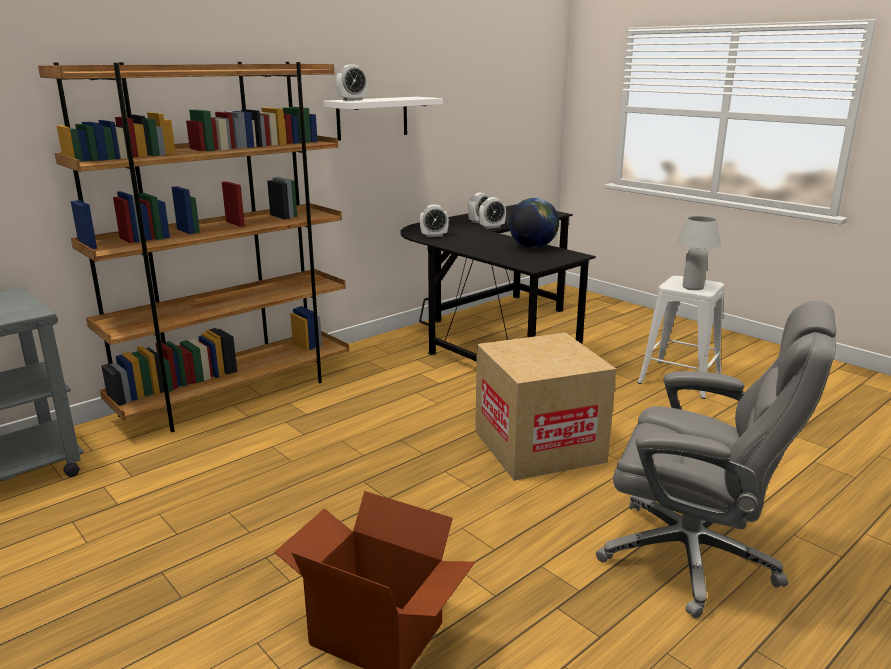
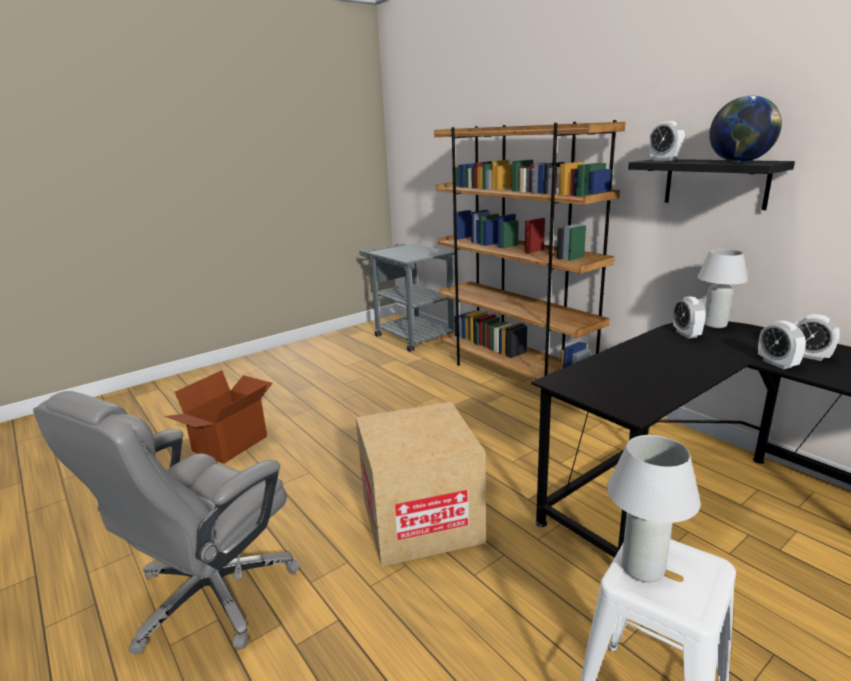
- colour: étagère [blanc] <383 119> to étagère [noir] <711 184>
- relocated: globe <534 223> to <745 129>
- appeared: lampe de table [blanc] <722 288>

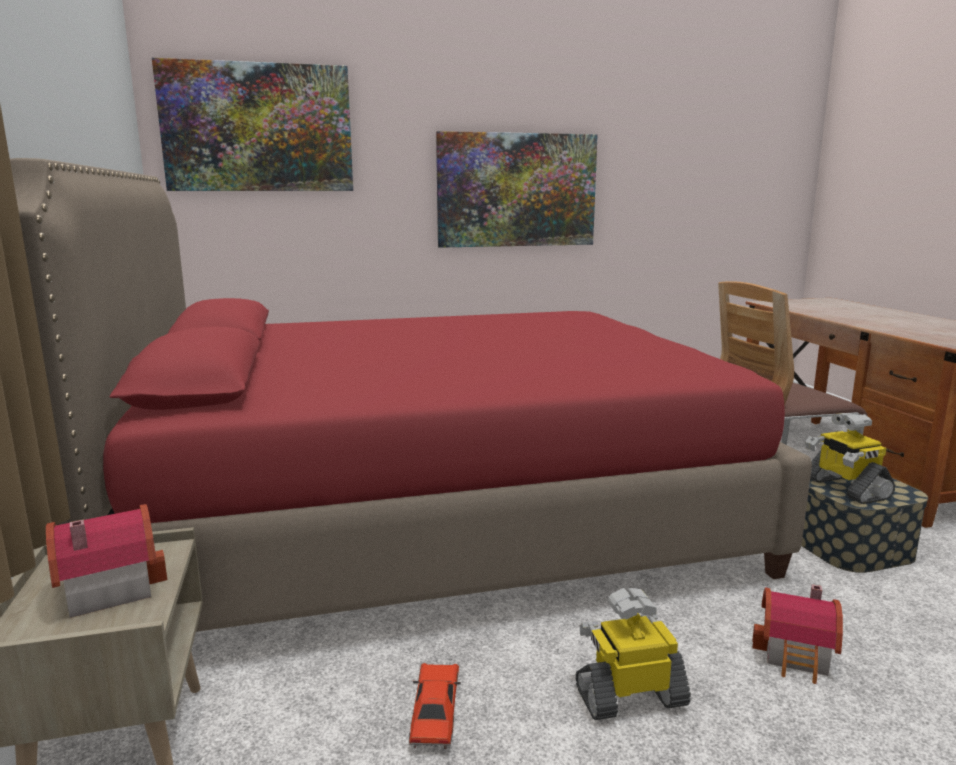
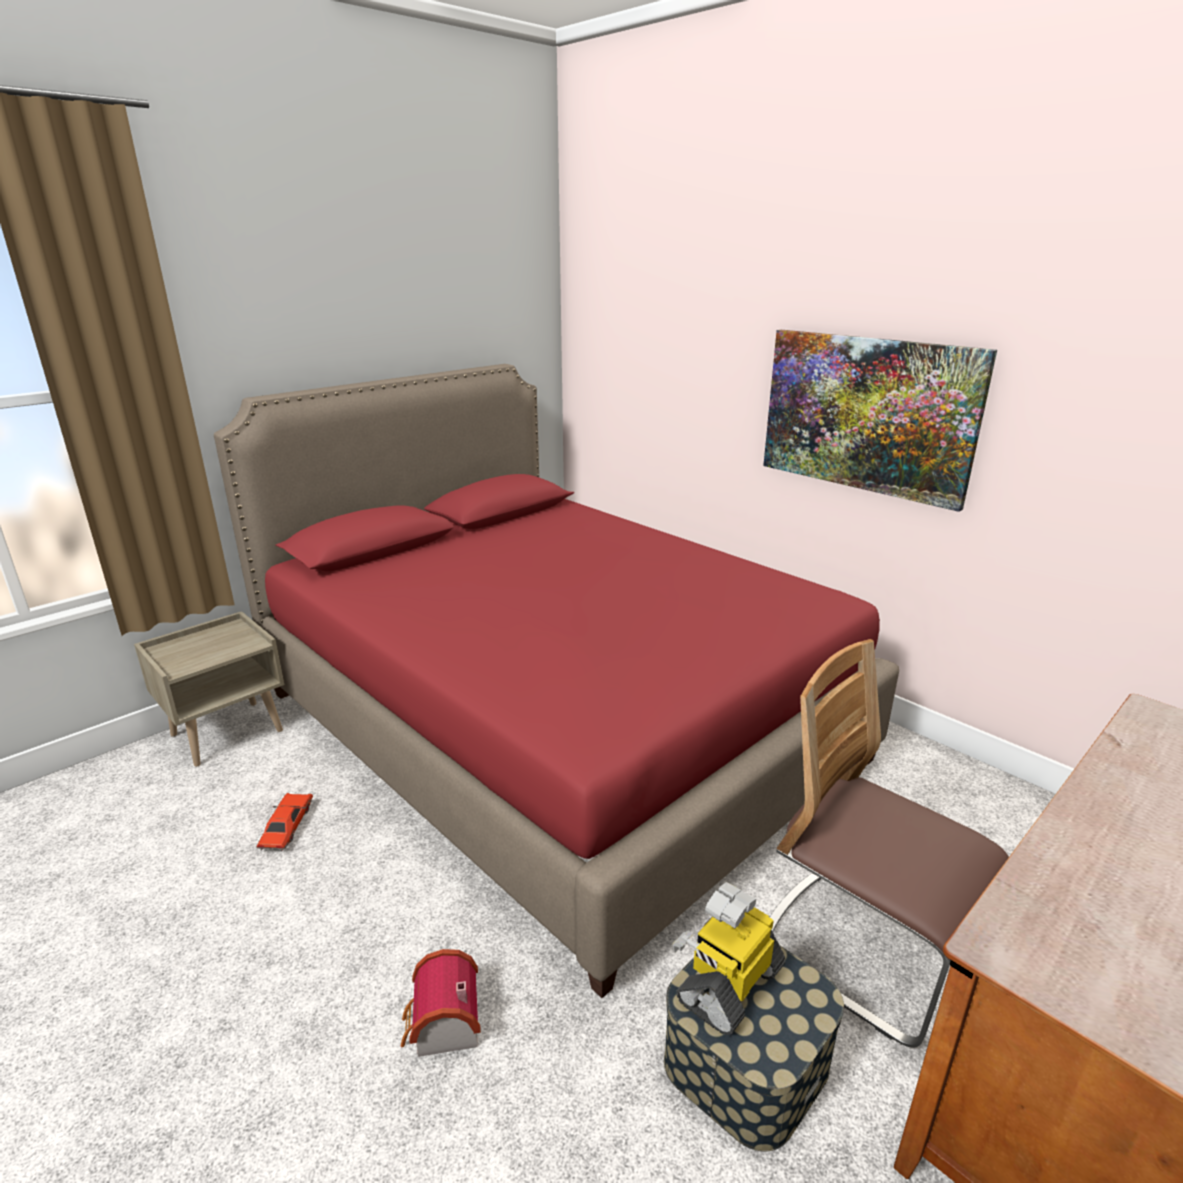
- missing: tableau <252 124>
- missing: maison miniature <106 561>
- missing: robot jouet <633 654>
- spun: petite voiture [rouge] <435 706> = <285 822> 60 degrees counterclockwise

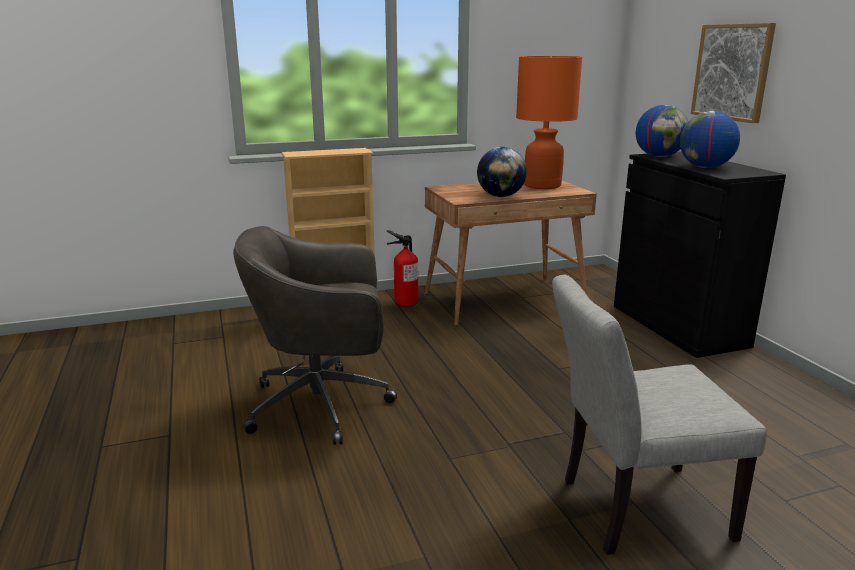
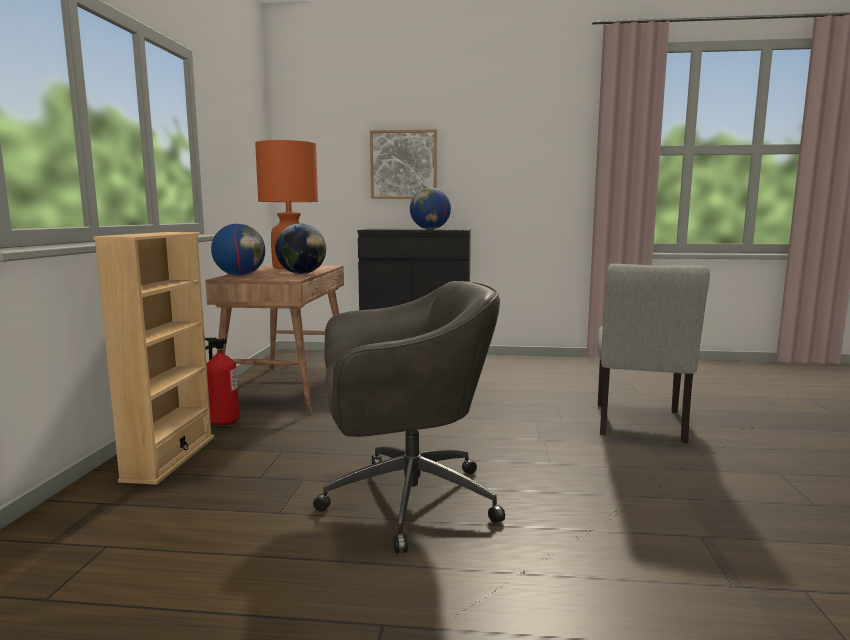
- relocated: globe <662 131> to <238 250>
- spun: chaise de bureau [gris] <315 335> = <409 417> 120 degrees counterclockwise

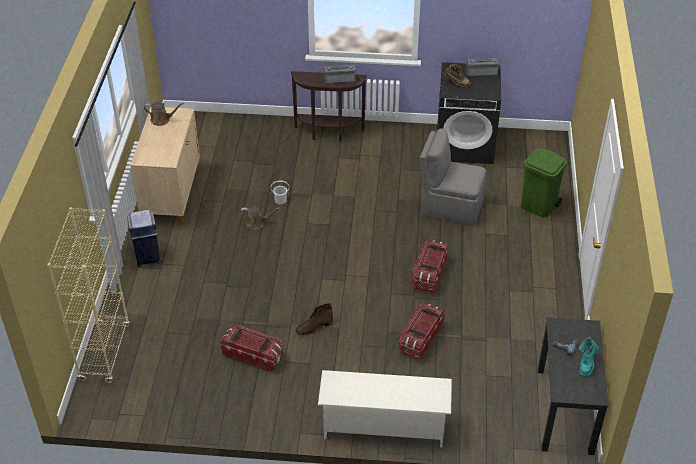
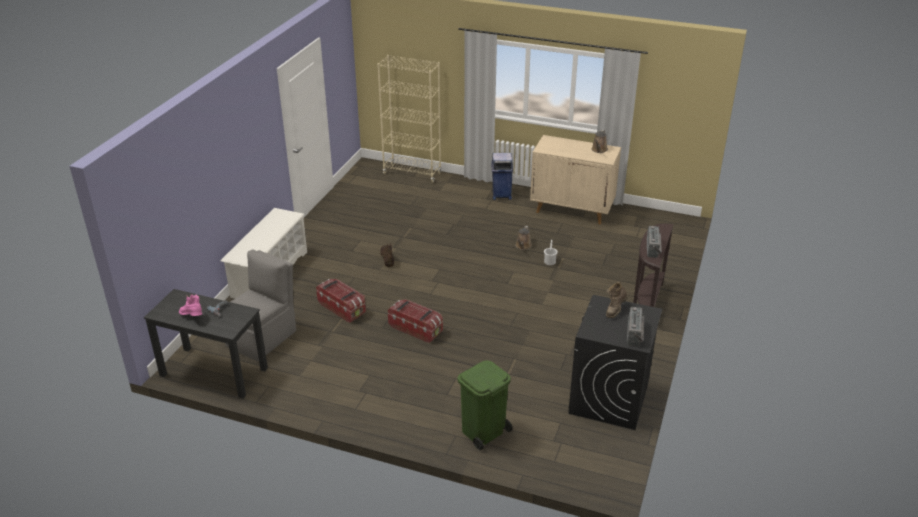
- relocated: chaise [gris] <453 177> to <260 305>
- missing: boîte de rangement <252 348>
- colour: botte [turquoise] <589 356> to botte [rose] <190 305>

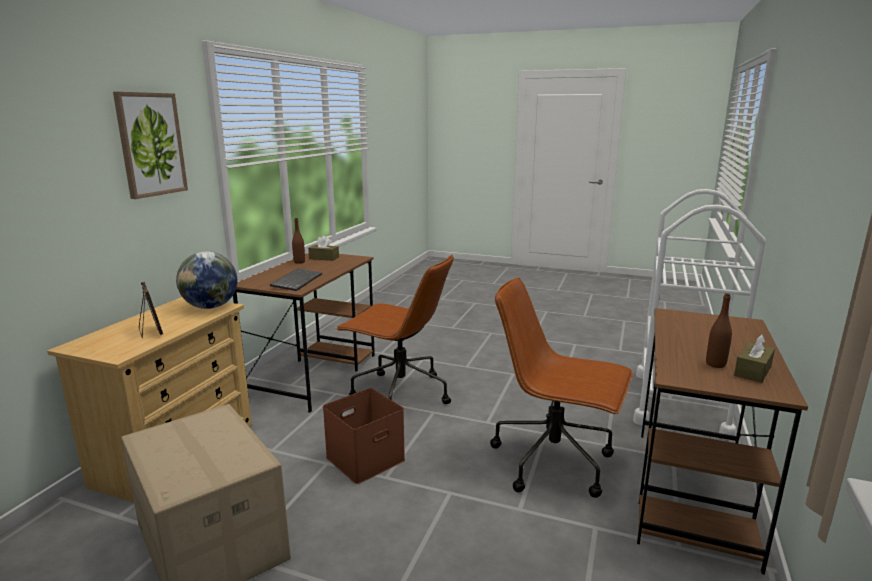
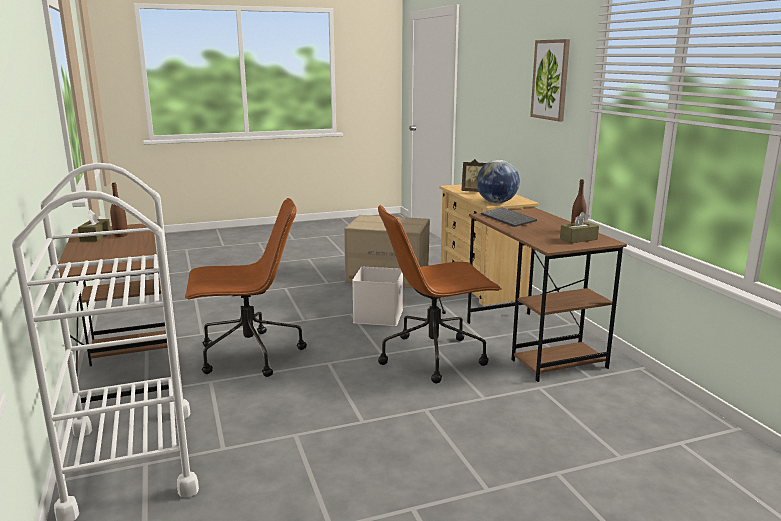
- colour: boîte de rangement [marron] <364 436> to boîte de rangement [blanc] <377 296>

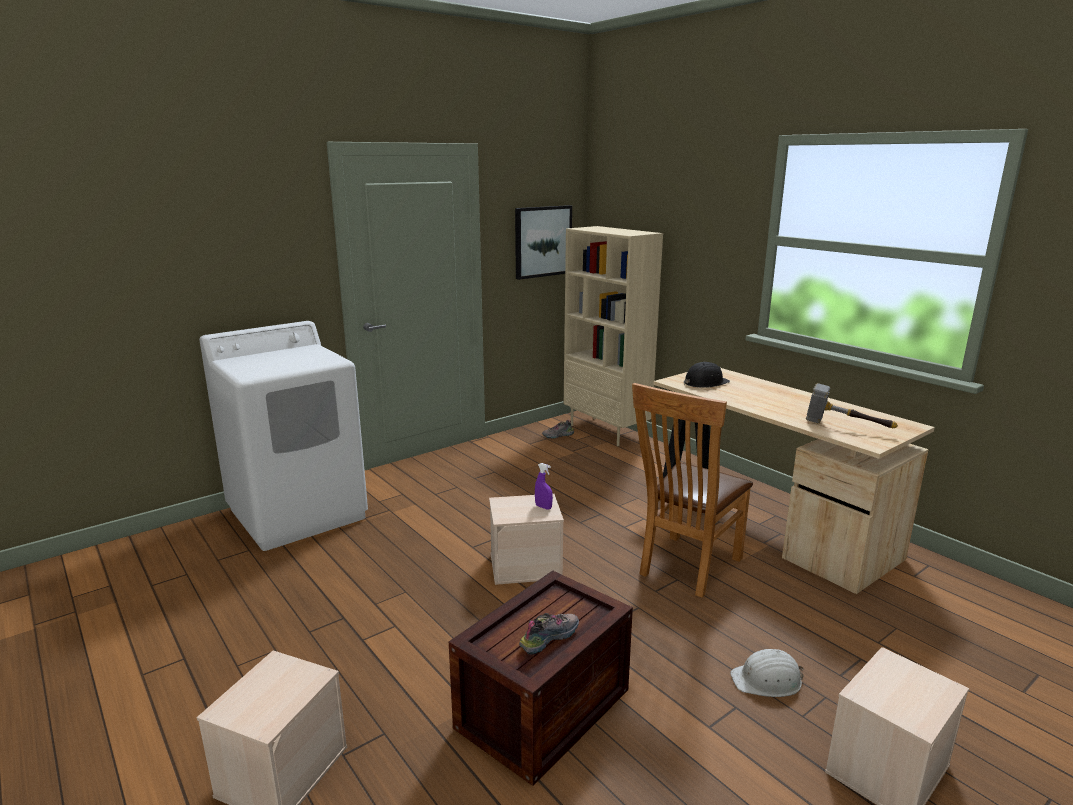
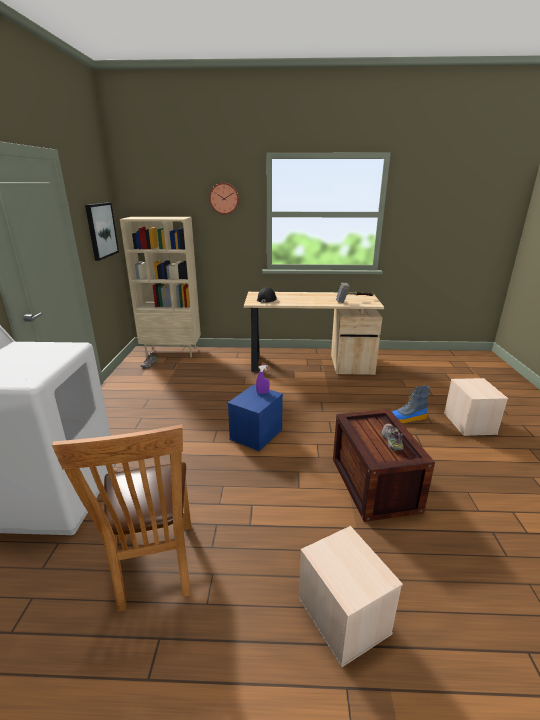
- relocated: chaise [marron] <692 490> to <121 518>
- colour: boîte de rangement [beige] <526 539> to boîte de rangement [bleu] <255 418>
- exchanged: casque de chantier [blanc] <767 673> to botte <411 405>
- appeared: horloge murale <224 199>

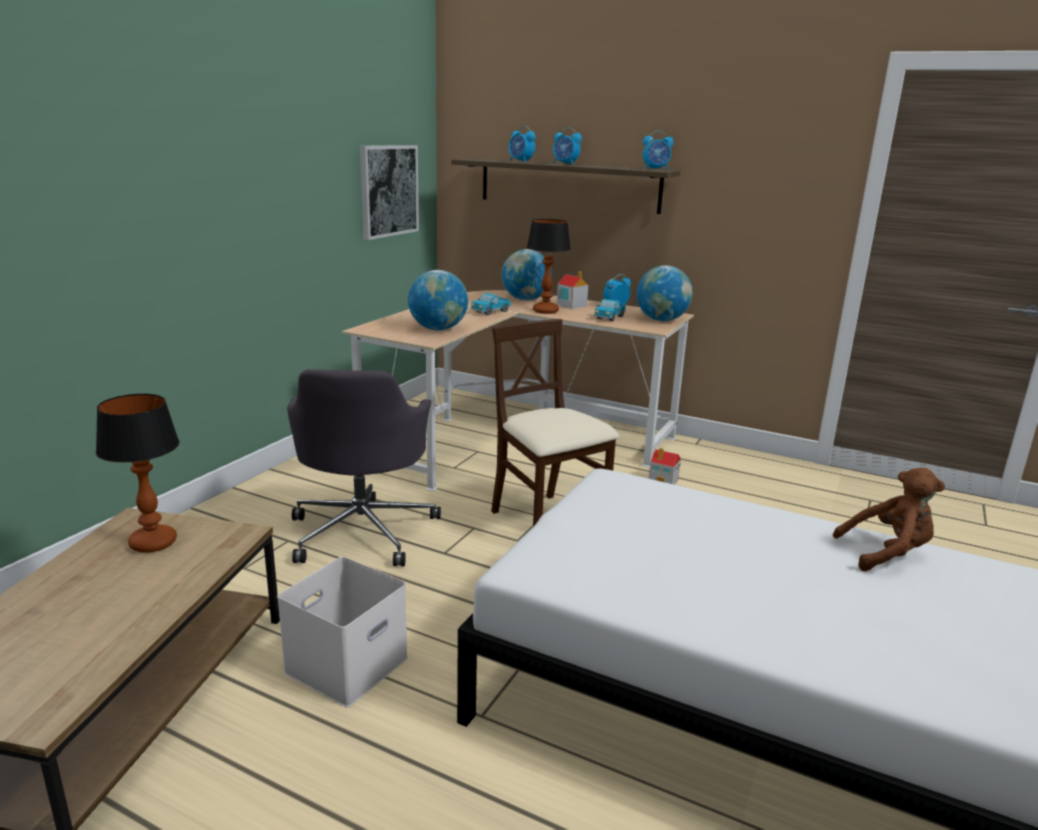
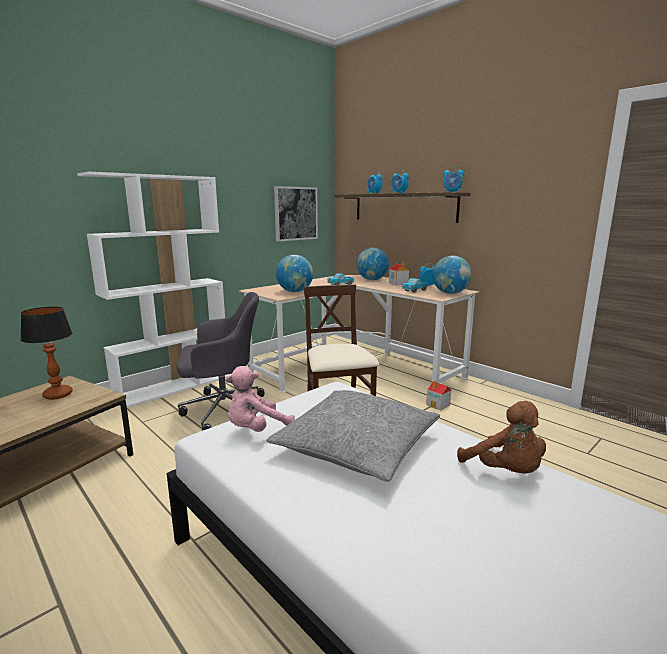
- missing: lampe de table <549 266>
- spun: chaise de bureau [gris] <364 467> = <221 361> 120 degrees counterclockwise
- spun: peluche [marron] <889 519> = <501 437> 45 degrees clockwise
- missing: boîte de rangement [blanc] <342 632>
- appeared: bibliothèque [blanc] <153 290>
- appeared: peluche [rose] <260 399>
- appeared: coussin [gris] <353 436>

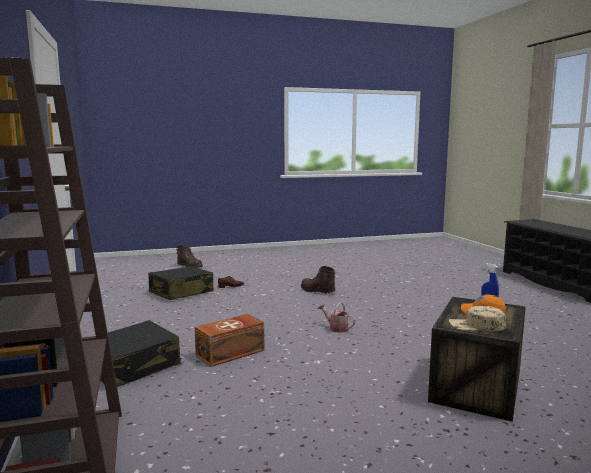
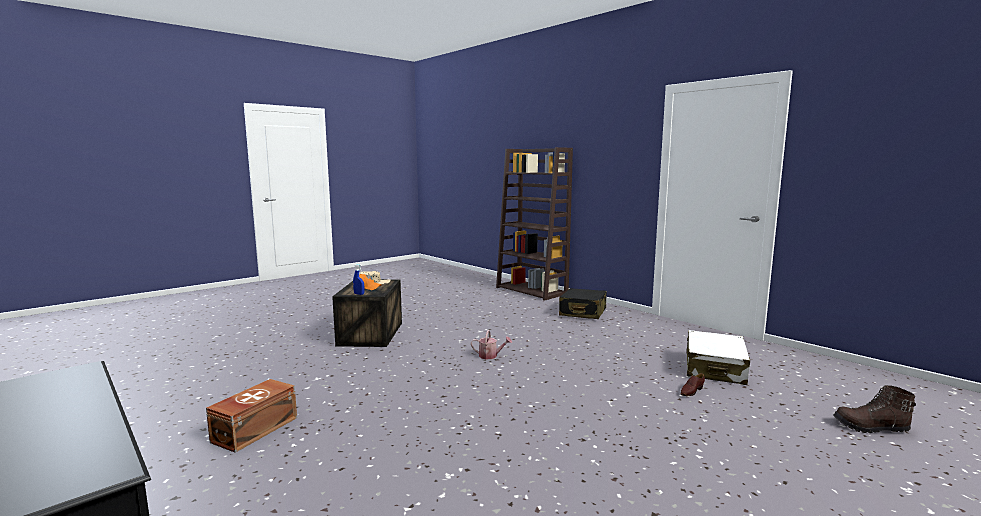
- colour: valise [noir] <181 283> to valise [blanc] <718 357>
- missing: botte [marron] <318 279>
- relocated: boîte de rangement [marron] <230 340> to <251 416>

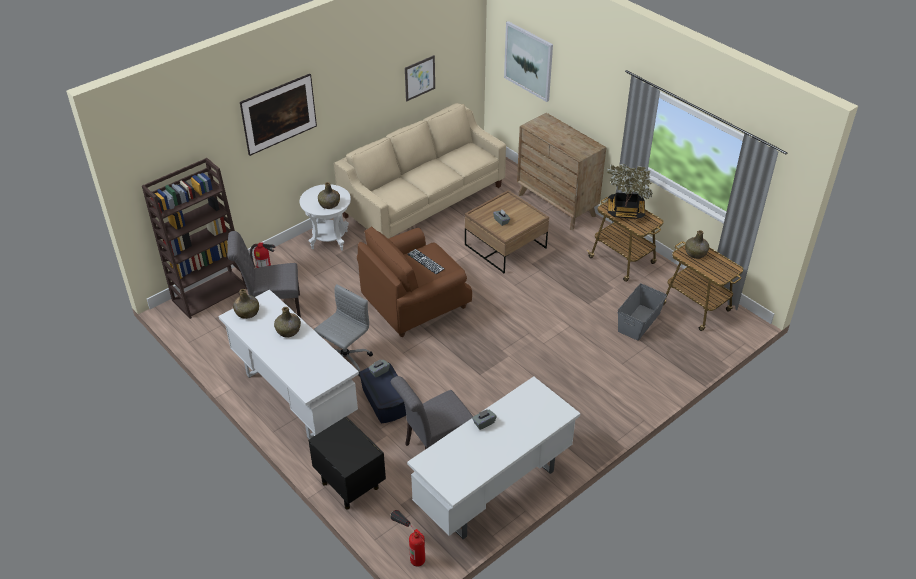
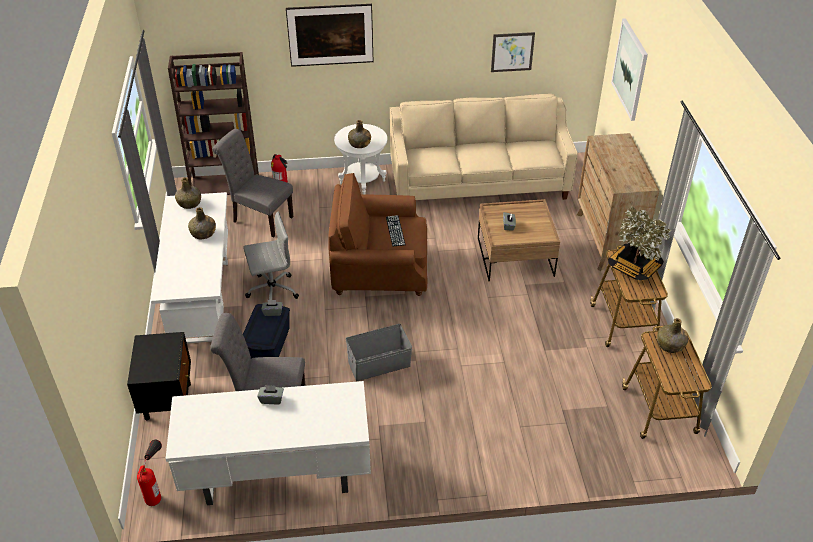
- relocated: boîte de rangement [gris] <642 312> to <379 352>

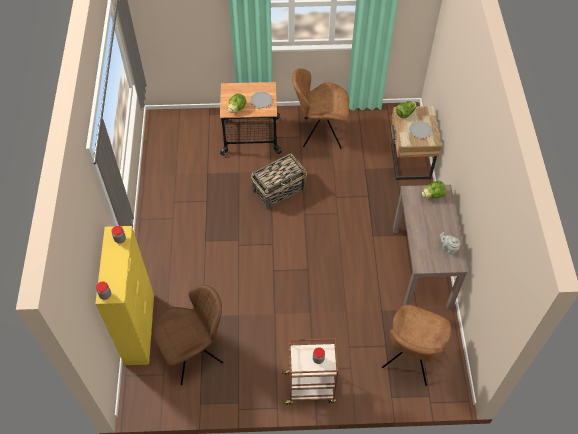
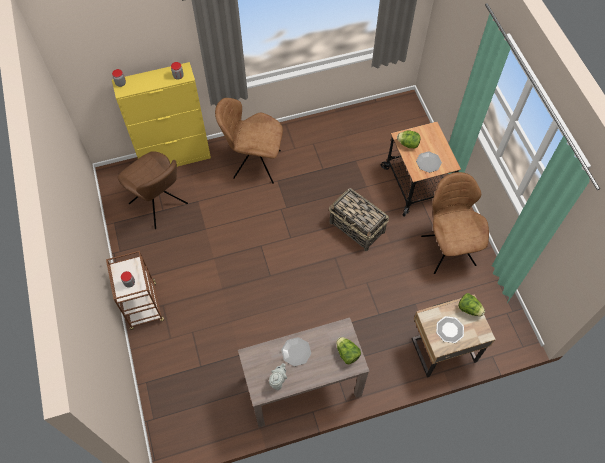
- relocated: chaise [marron] <416 345> to <249 141>
- appeared: assiette <296 351>

